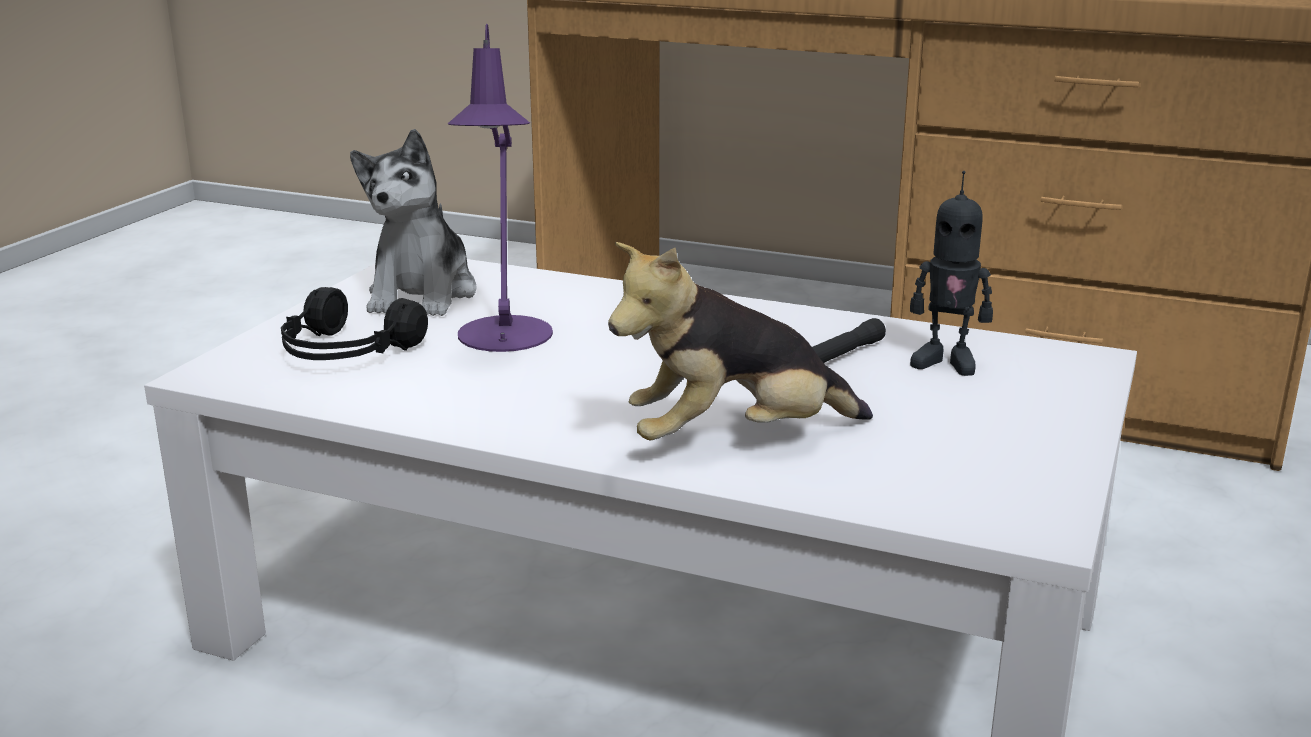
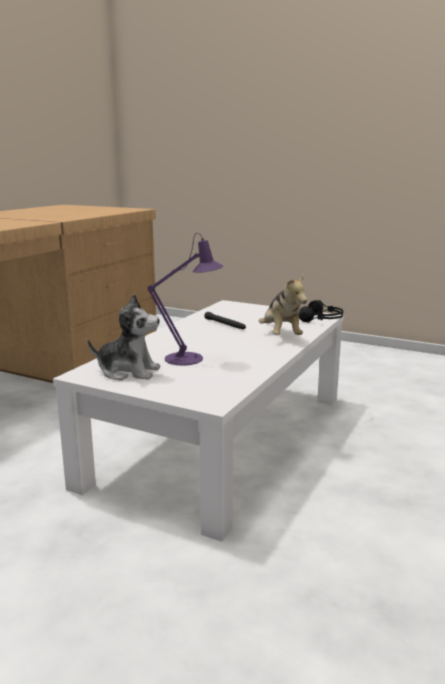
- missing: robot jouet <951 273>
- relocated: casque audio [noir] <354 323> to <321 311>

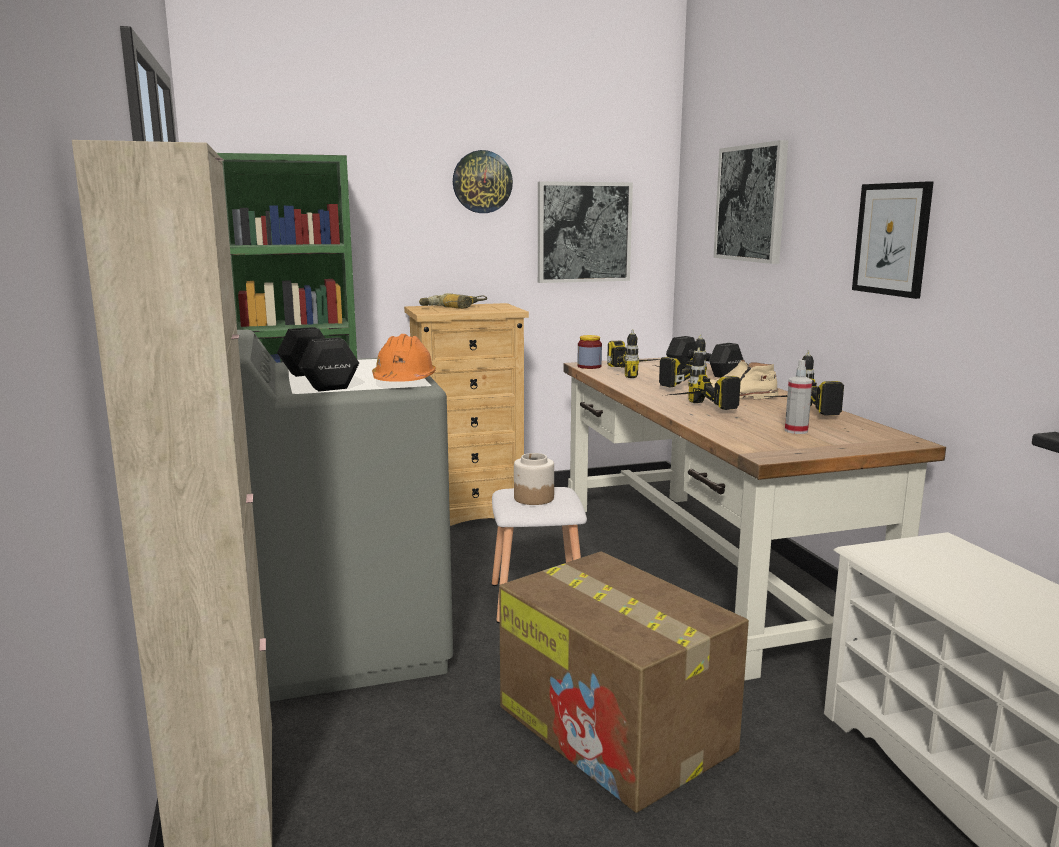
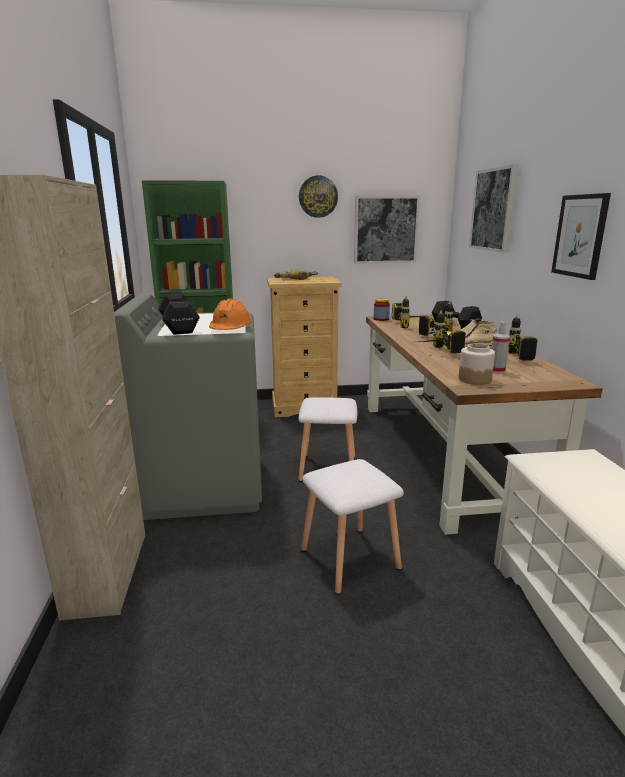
- relocated: bocal <534 479> to <476 364>
- exchanged: carton <624 682> to tabouret [blanc] <352 527>

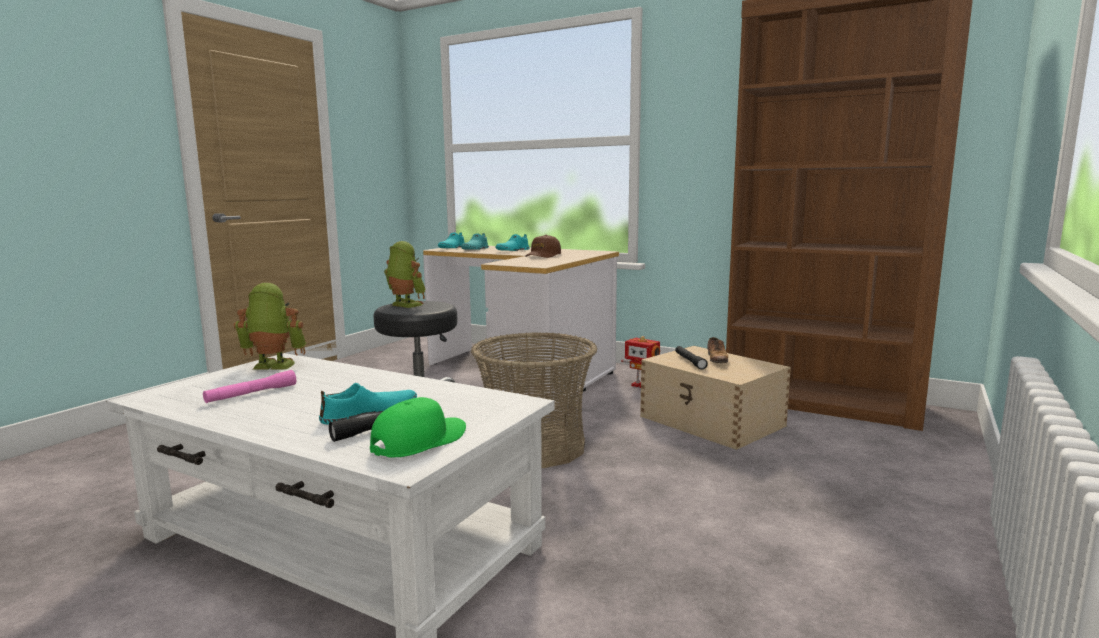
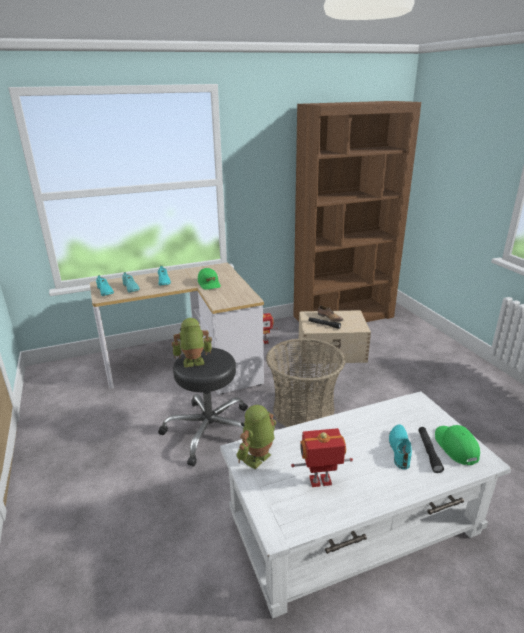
- colour: casquette [marron] <543 246> to casquette [vert] <209 279>
- exchanged: lampe de poche [rose] <249 386> to robot jouet <322 457>

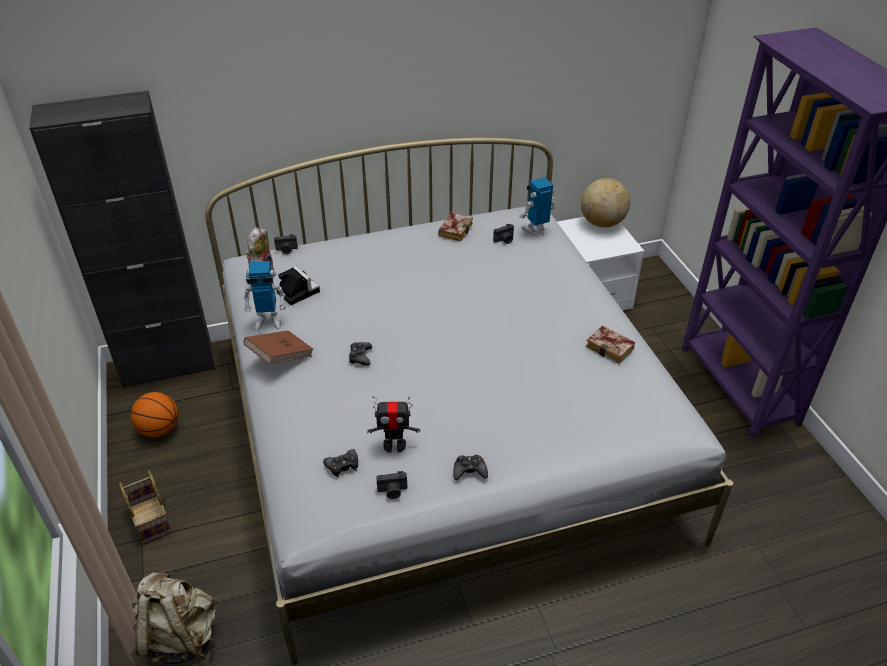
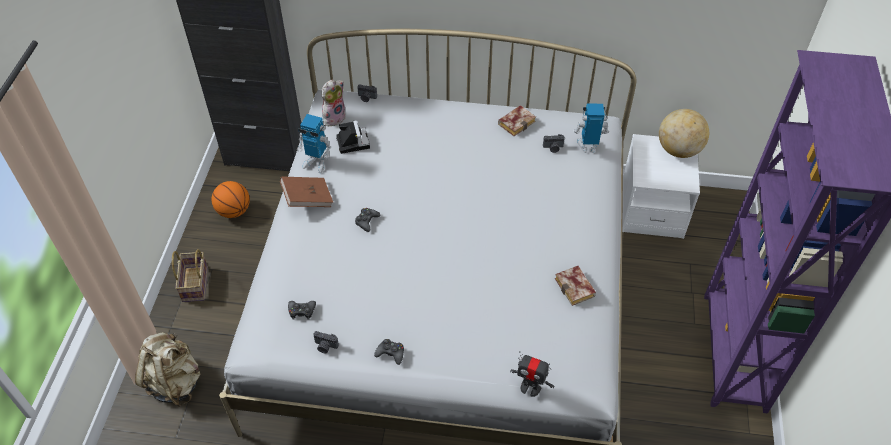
- relocated: robot jouet <393 424> to <532 374>

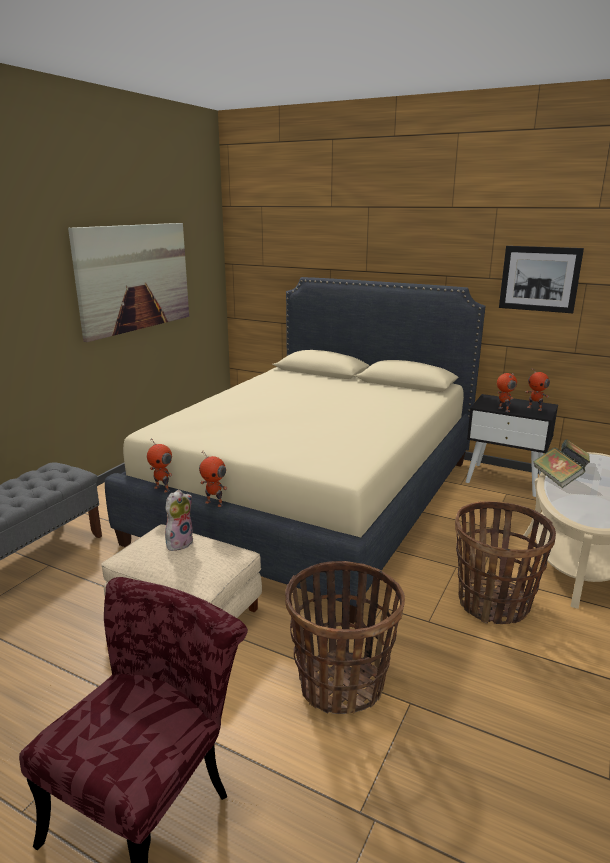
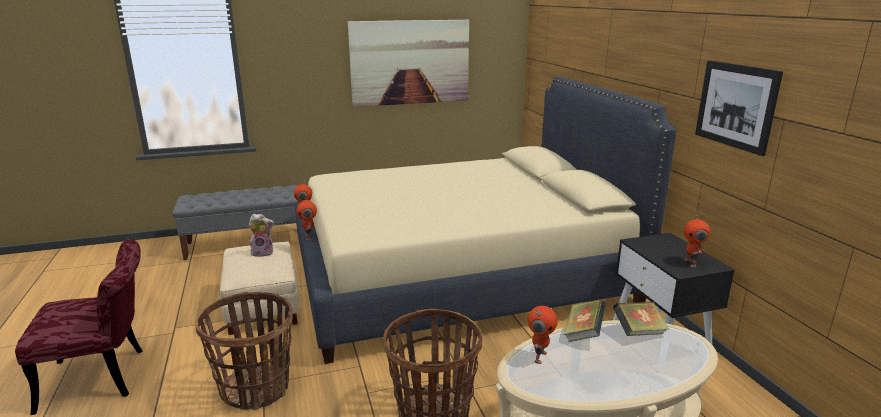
- relocated: robot jouet <507 392> to <542 335>

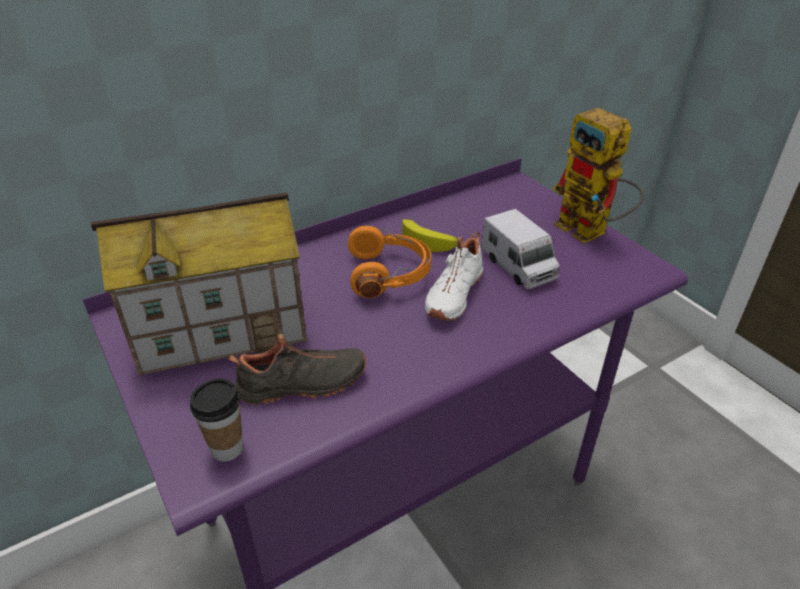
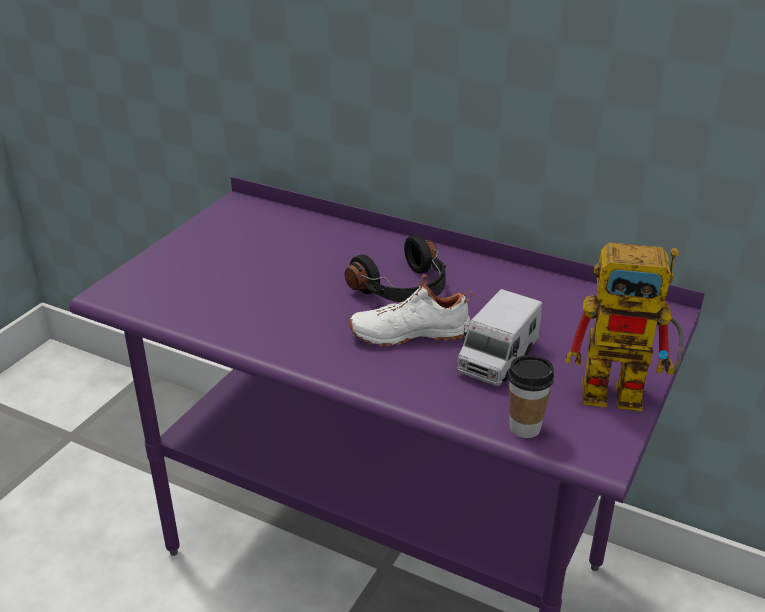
- spun: robot jouet <598 176> = <624 327> 105 degrees counterclockwise
- missing: maison miniature <199 284>
- missing: banane <429 235>
- colour: casque audio [orange] <389 262> to casque audio [noir] <395 268>
- missing: chaussure [noir] <297 369>
- relocated: tasse <216 419> to <531 396>

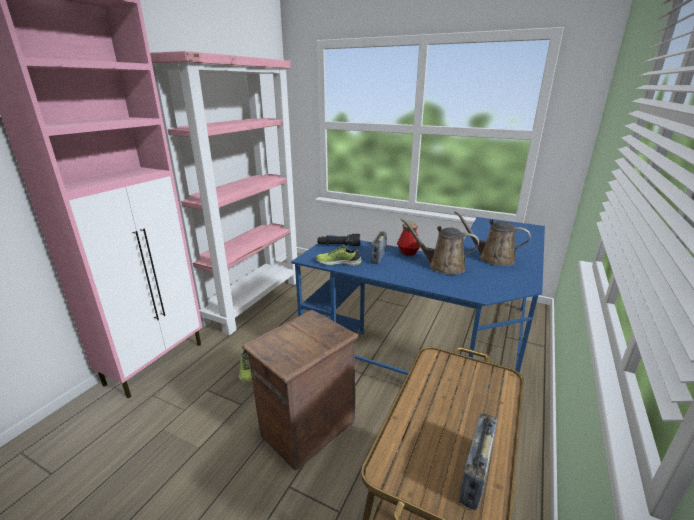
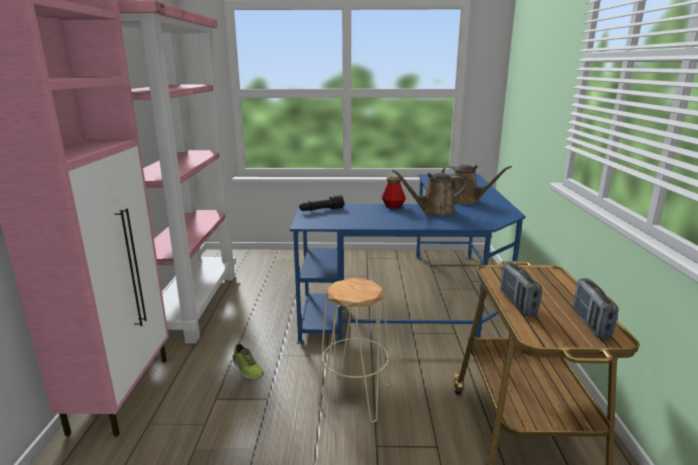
- spun: arrosoir [marron] <492 238> = <477 184> 150 degrees counterclockwise
- relocated: radio <379 248> to <521 289>
- missing: chaussure <339 255>
- exchanged: caisse <300 390> to tabouret [beige] <353 350>

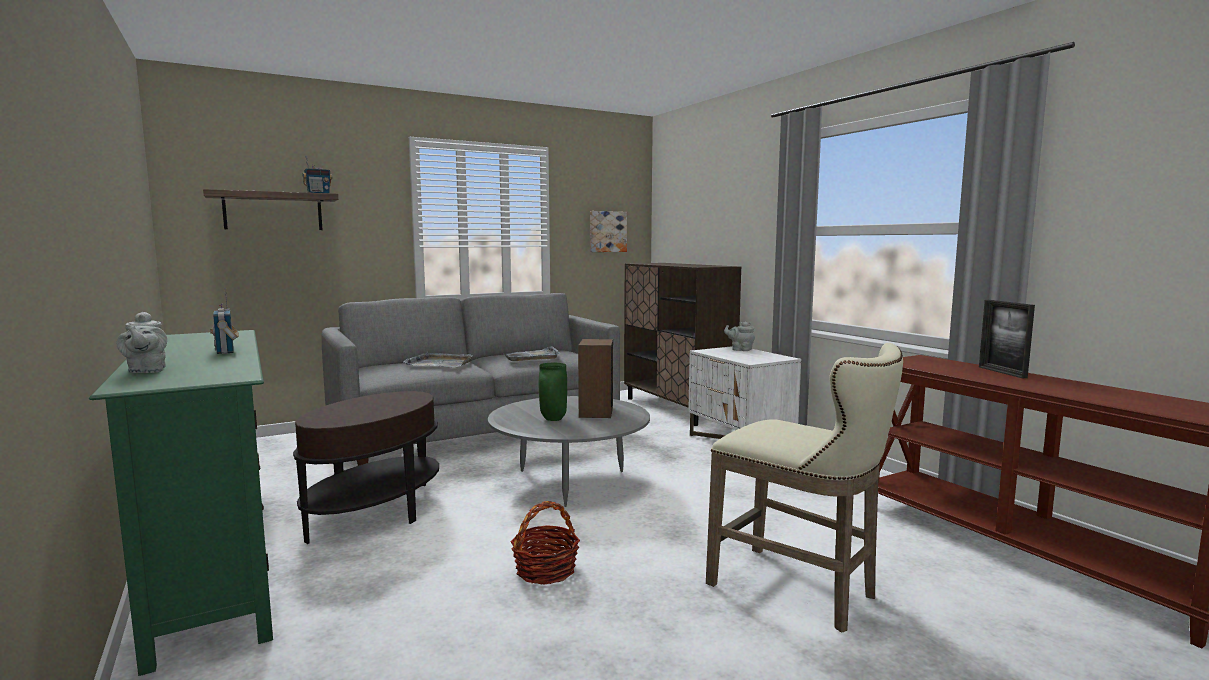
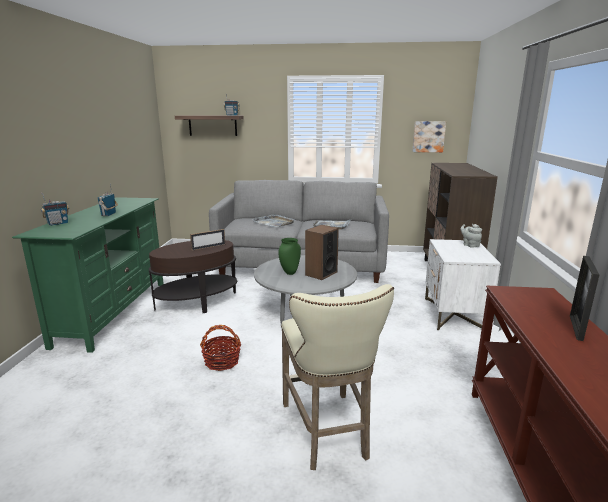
- exchanged: théière [gris] <142 342> to radio <55 209>
- appeared: cadre photo <207 240>

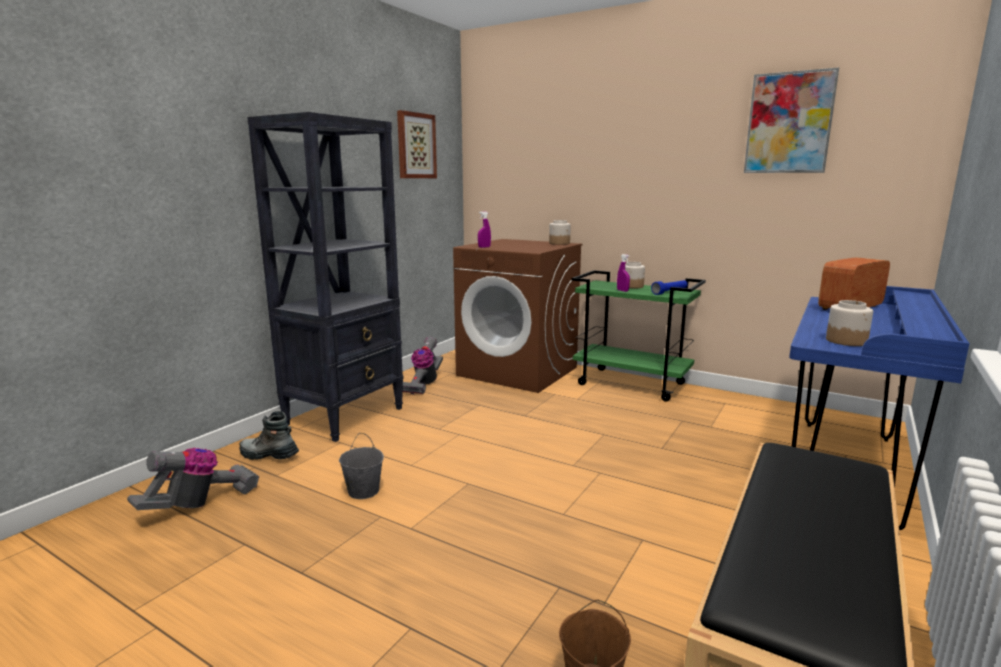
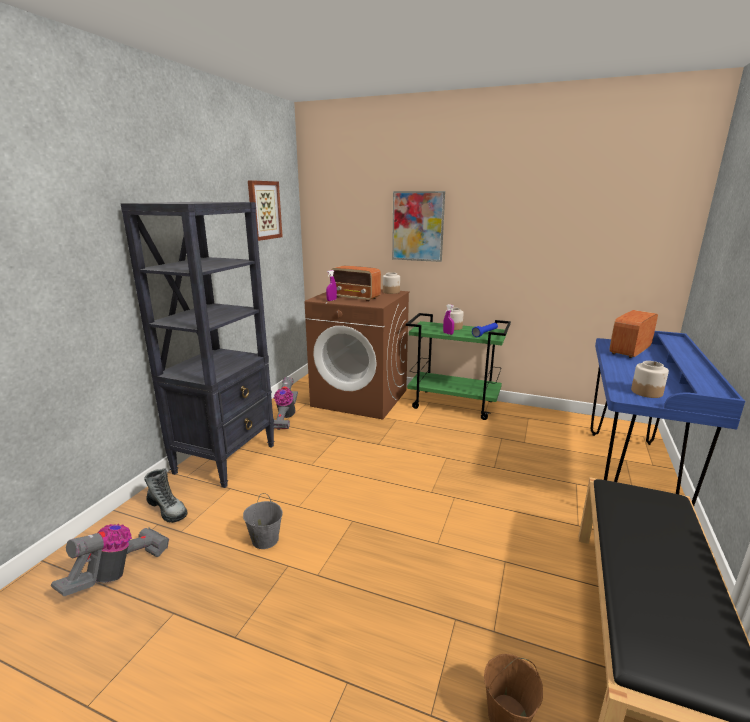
- relocated: tableau <791 120> to <418 226>
- spun: botte <269 435> = <166 495> 150 degrees counterclockwise
- appeared: radio <356 283>

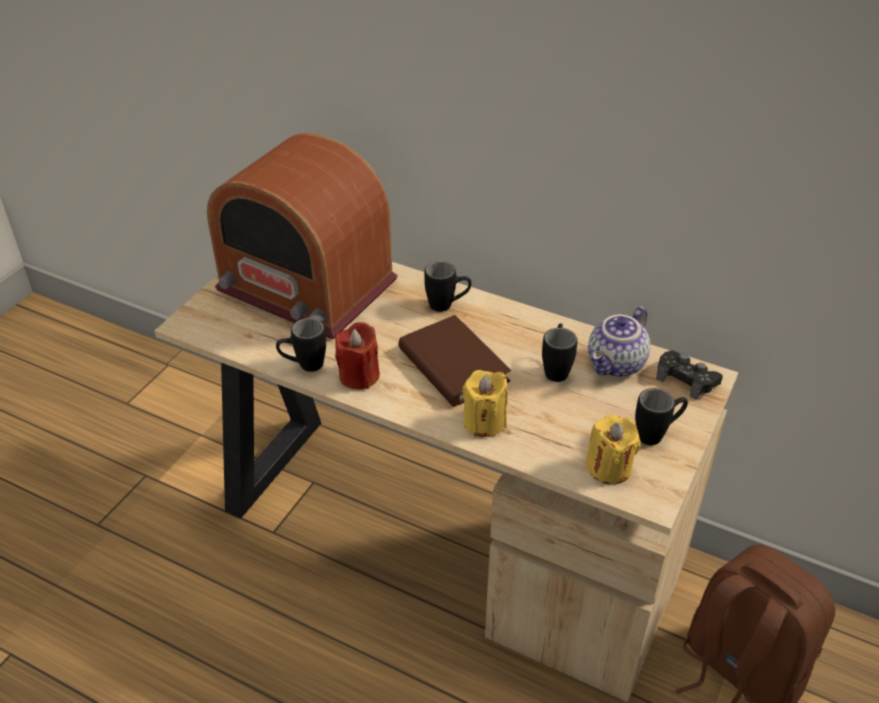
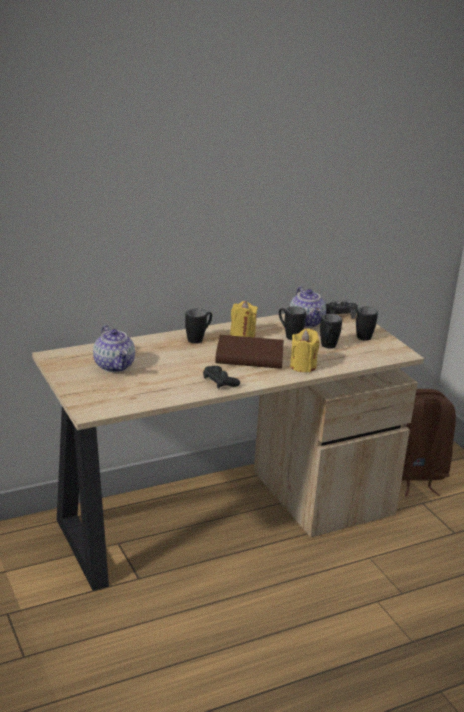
- exchanged: radio <302 236> to théière <114 348>
- relocated: mug [noir] <301 345> to <331 331>
- exchanged: bougie [rouge] <357 355> to manette [noir] <221 377>
- relocated: bougie [jaune] <613 449> to <244 319>

